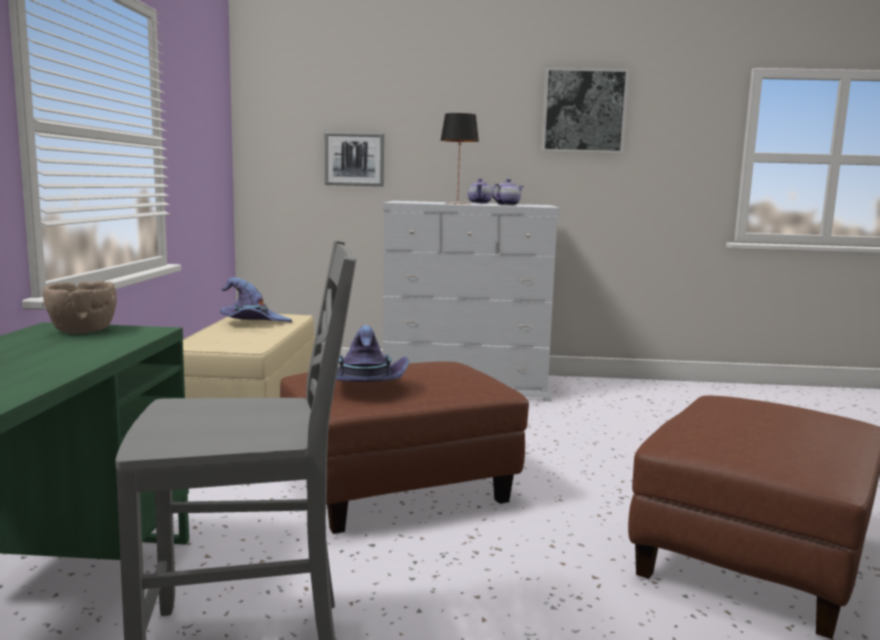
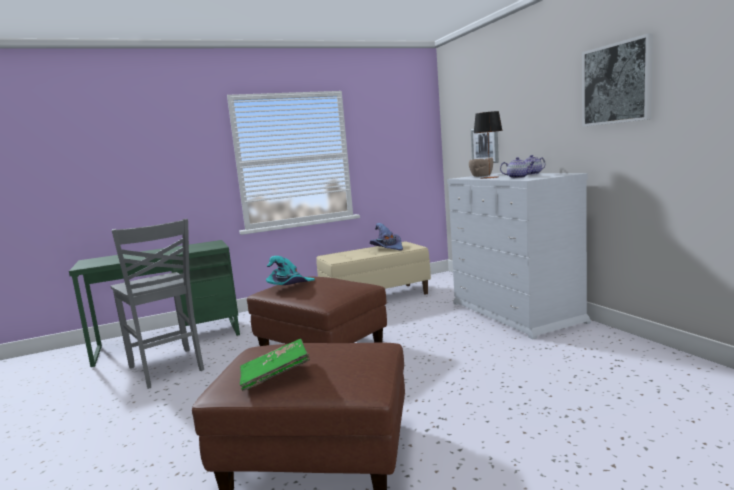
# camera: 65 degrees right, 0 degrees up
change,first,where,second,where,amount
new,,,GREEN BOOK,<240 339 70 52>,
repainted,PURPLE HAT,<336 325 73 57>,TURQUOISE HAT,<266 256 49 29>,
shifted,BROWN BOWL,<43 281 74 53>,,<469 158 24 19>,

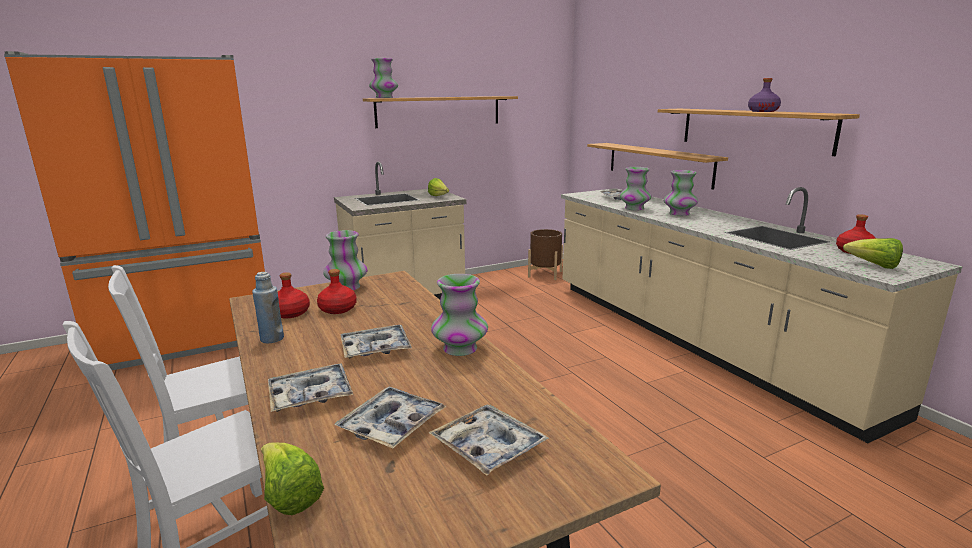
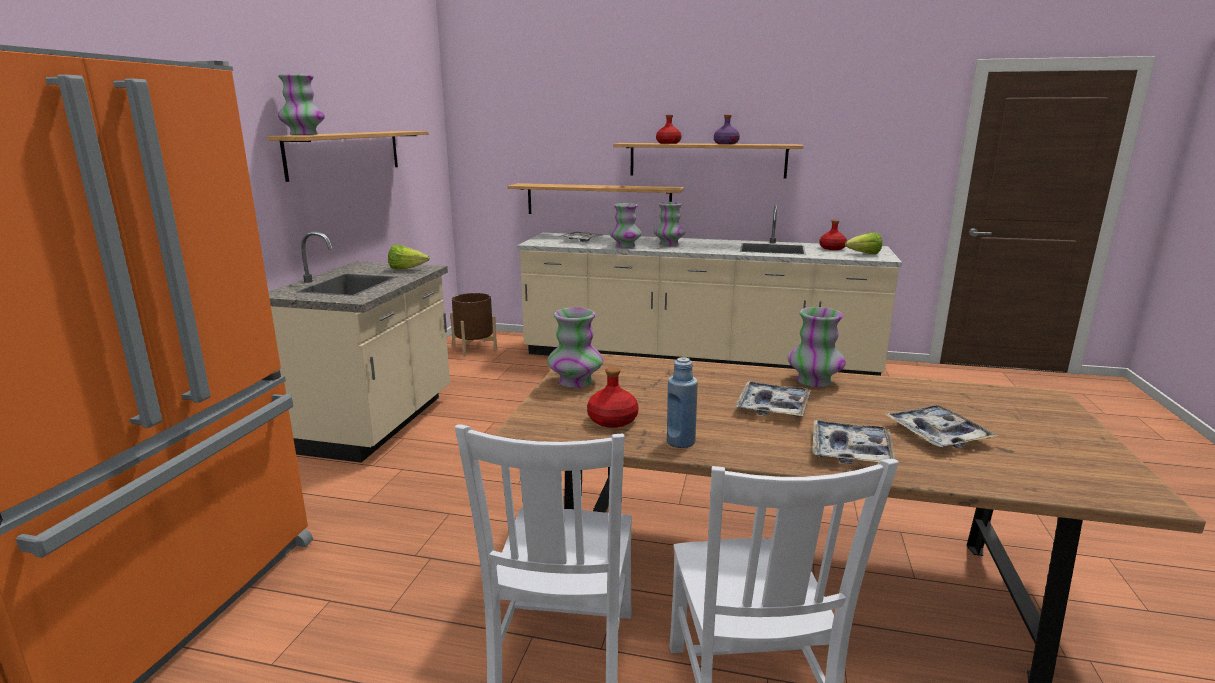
# camera: 50 degrees left, 0 degrees up
change,first,where,second,where,amount
shifted,RED BOTTLE,<317 269 40 45>,,<656 115 26 29>,
gone,LETTUCE,<261 442 63 73>,,,
gone,TRAY,<428 404 121 72>,,,

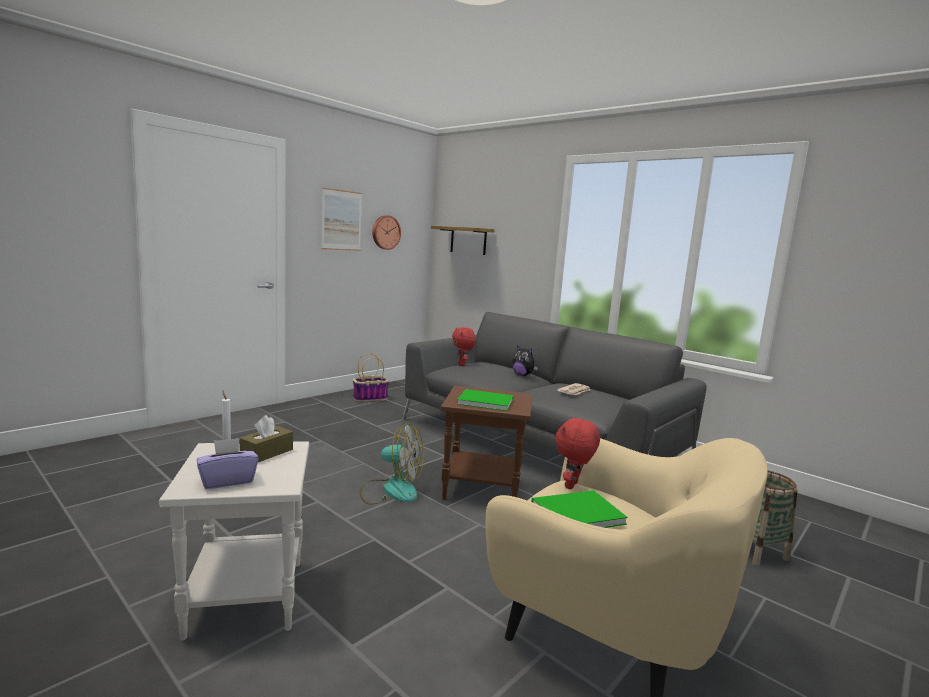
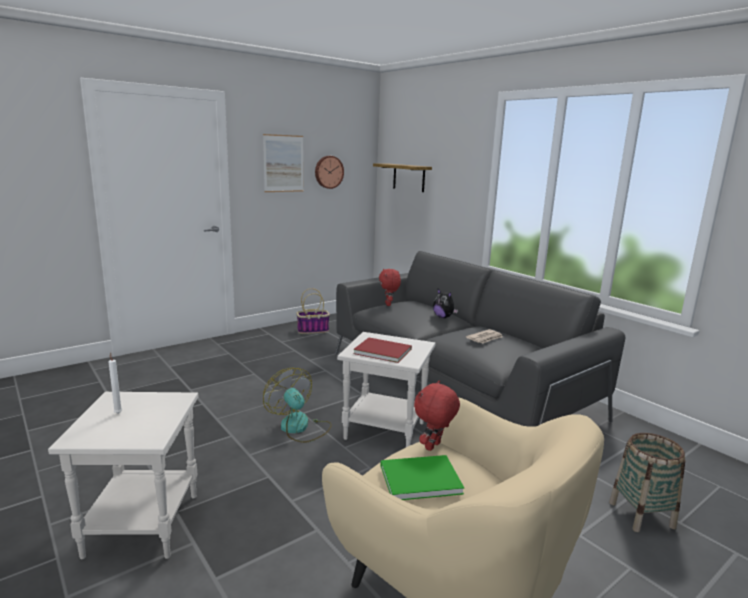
# camera: 10 degrees right, 5 degrees up
change,first,where,second,where,amount
rotated,FAN,<360 423 64 82>,,<263 368 69 75>,150 degrees counterclockwise
repainted,BROWN SIDE TABLE,<441 386 91 114>,WHITE SIDE TABLE,<337 332 99 115>,
repainted,GREEN BOOK,<457 389 56 22>,RED BOOK,<353 338 59 25>,
gone,PURPLE TISSUE BOX,<197 438 62 51>,,,
gone,BROWN TISSUE BOX,<239 415 54 47>,,,

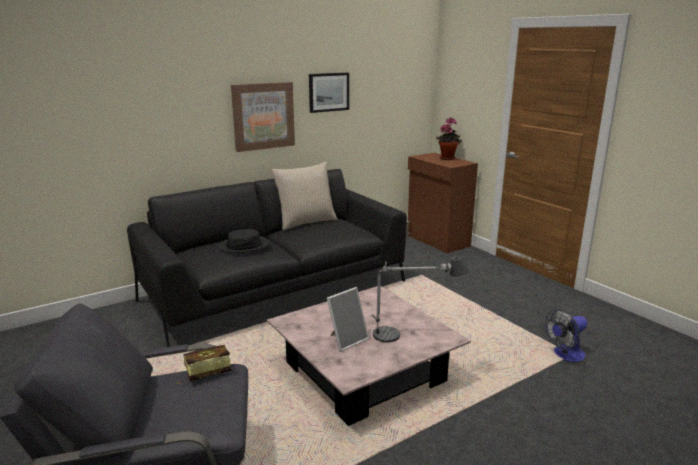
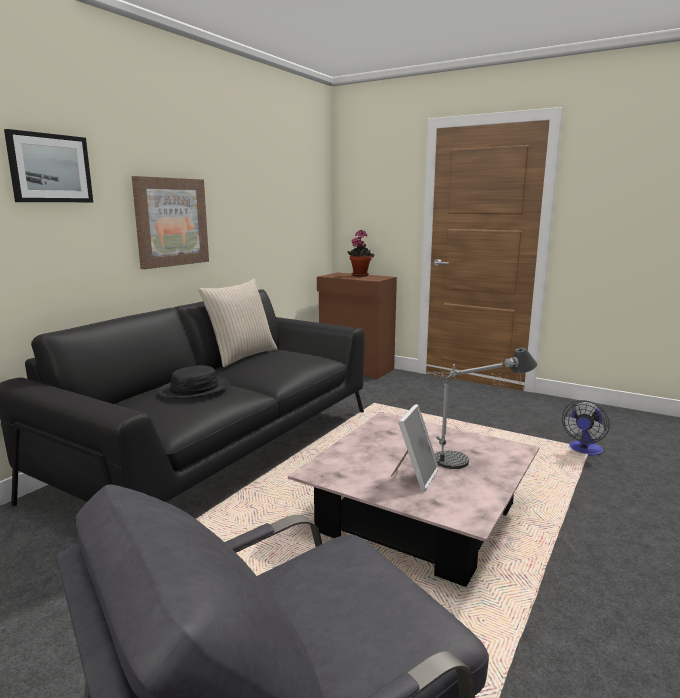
# camera: 25 degrees left, 5 degrees down
change,first,where,second,where,amount
shifted,PICTURE,<309 73 40 40>,,<4 129 89 73>,
gone,BOOK,<177 345 54 39>,,,

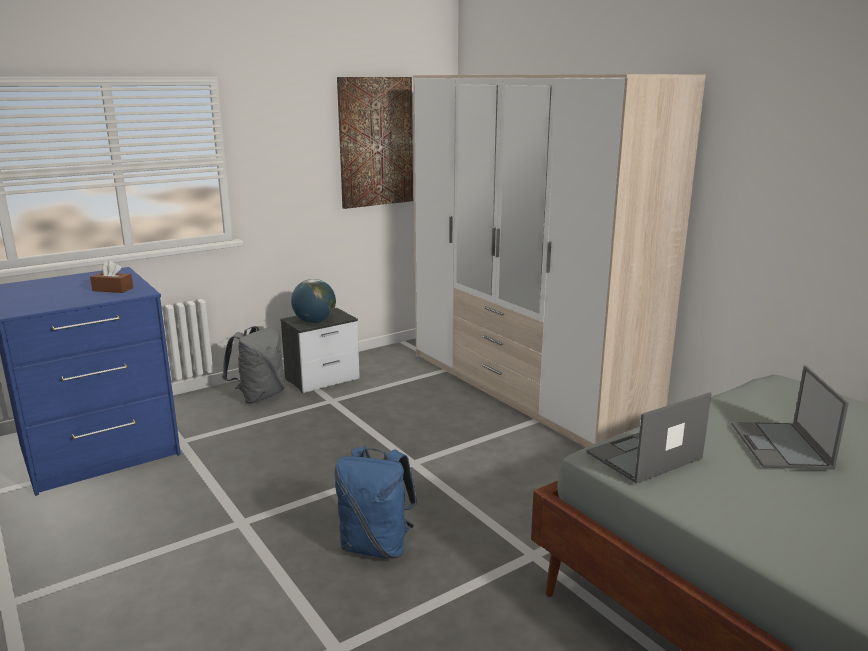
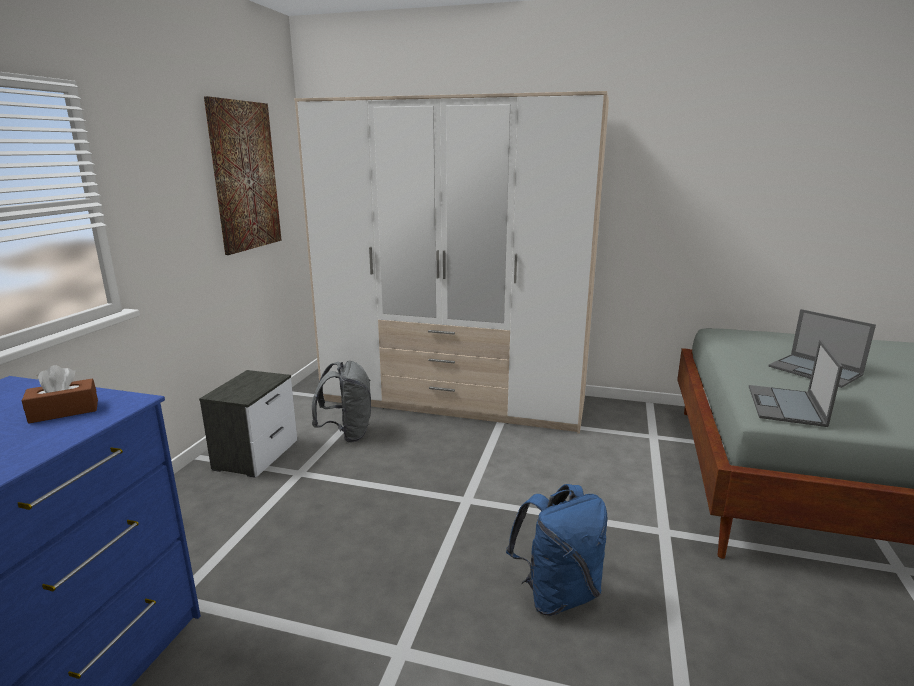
# camera: 40 degrees left, 0 degrees up
change,first,where,second,where,amount
shifted,GREY BACKPACK,<222 326 63 78>,,<312 361 59 81>,
gone,GLOBE,<291 279 45 44>,,,

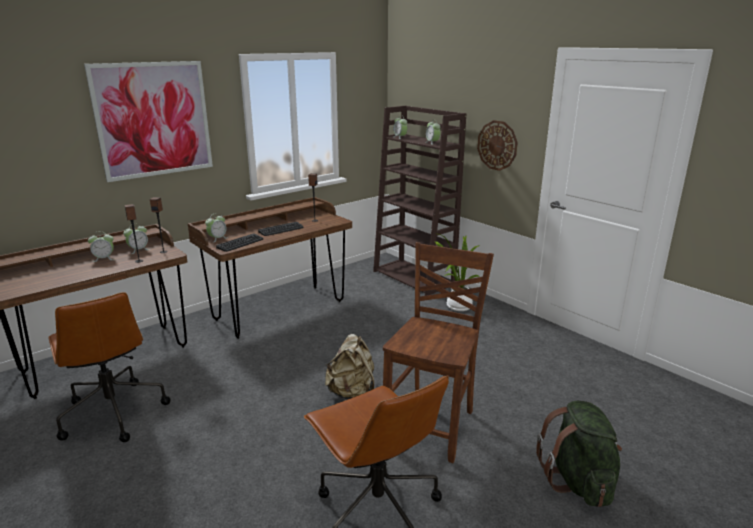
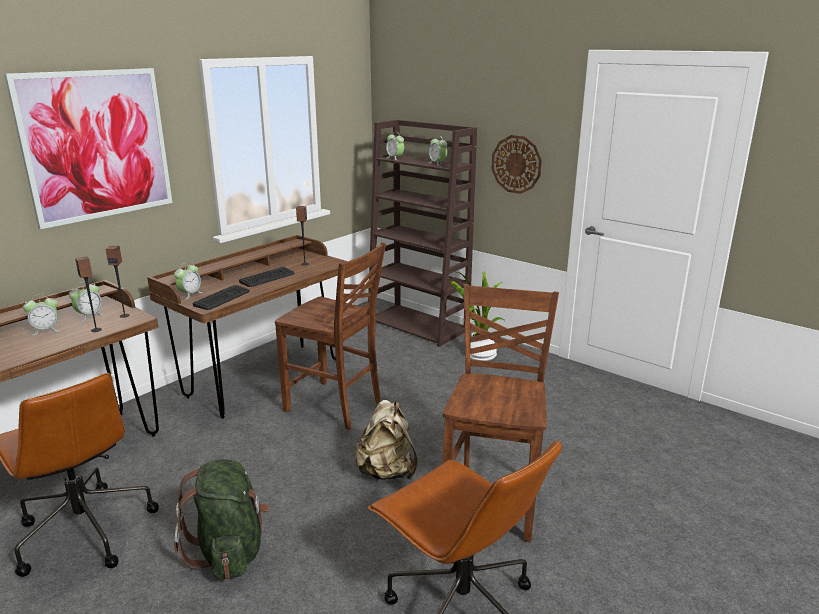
# camera: 10 degrees left, 0 degrees up
change,first,where,second,where,amount
shifted,GREEN BACKPACK,<536 401 86 106>,,<174 459 95 121>,
new,,,BROWN CHAIR,<275 242 111 188>,

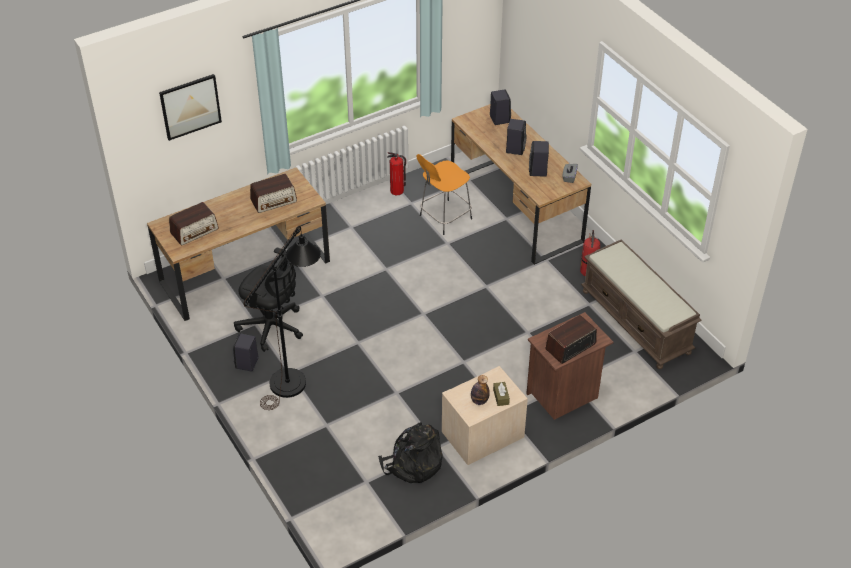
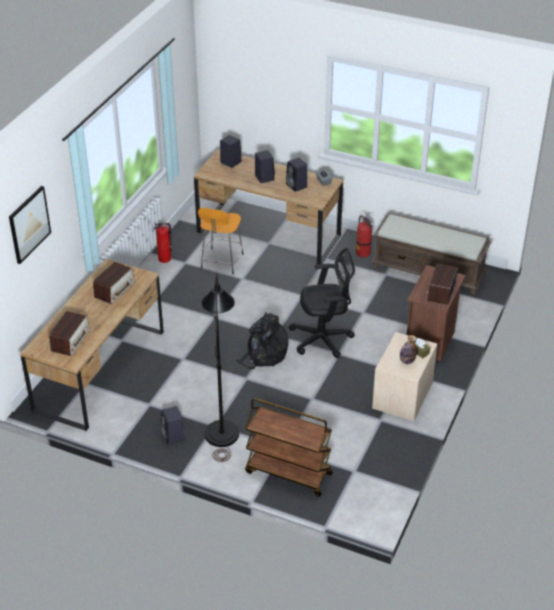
# camera: 35 degrees left, 5 degrees down
change,first,where,second,where,amount
shifted,BLACK BACKPACK,<378 422 65 61>,,<236 312 52 57>,
new,,,BROWN CART,<245 398 88 99>,
shifted,BLACK OFFICE CHAIR,<234 247 69 105>,,<289 248 66 110>,

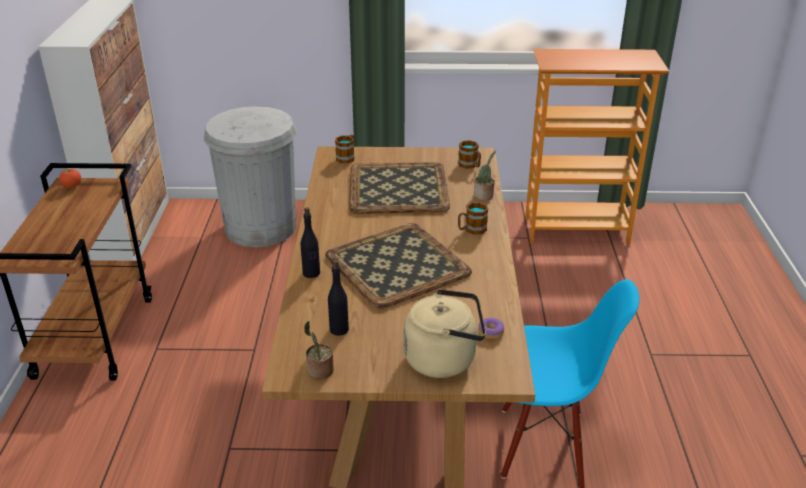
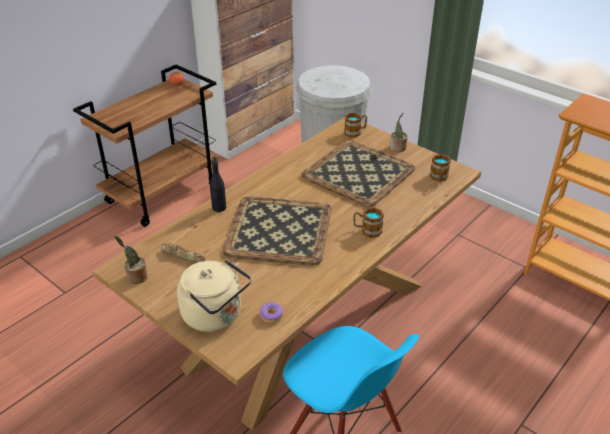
# camera: 40 degrees right, 5 degrees up
change,first,where,second,where,amount
swapped,BLACK BOTTLE,<328 260 21 76>,BREAD,<161 243 45 20>,
shifted,POTTED PLANT,<474 151 22 49>,,<390 113 18 39>,

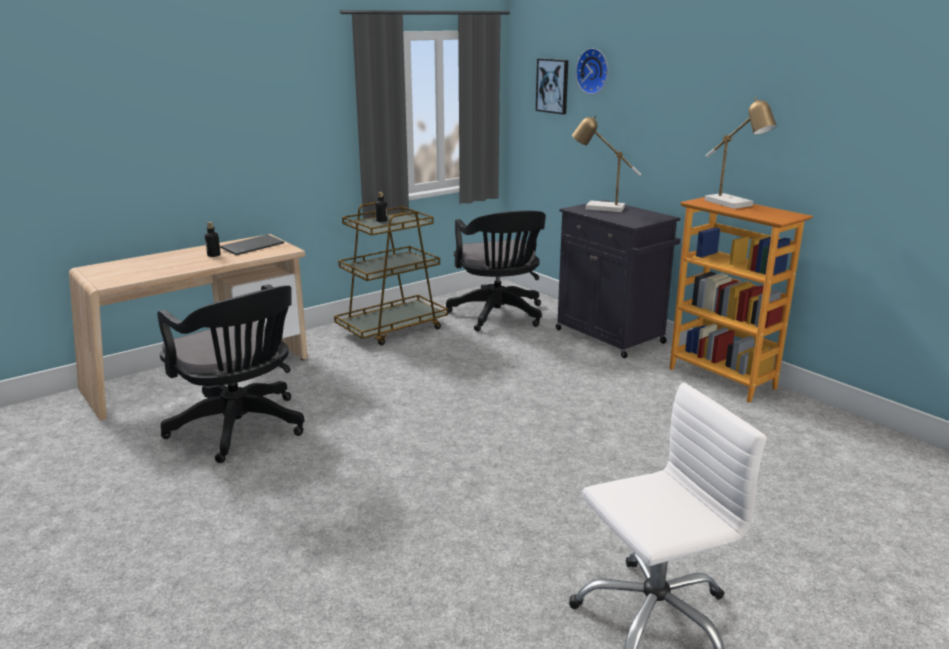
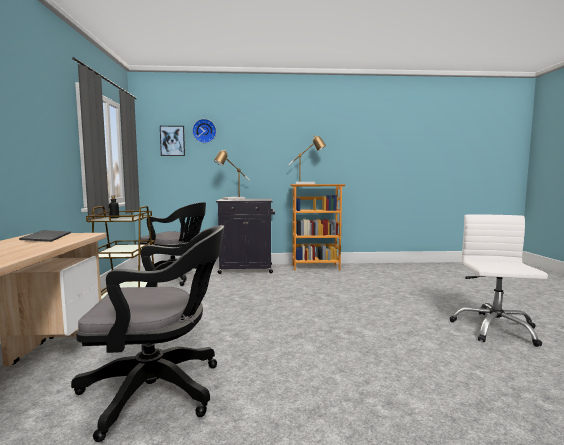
# camera: 55 degrees left, 15 degrees down
change,first,where,second,where,amount
gone,BOTTLE,<205 222 16 35>,,,

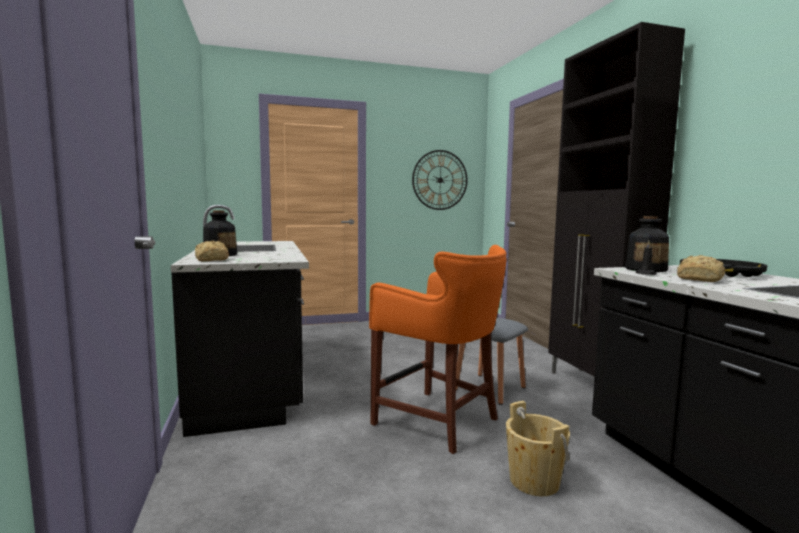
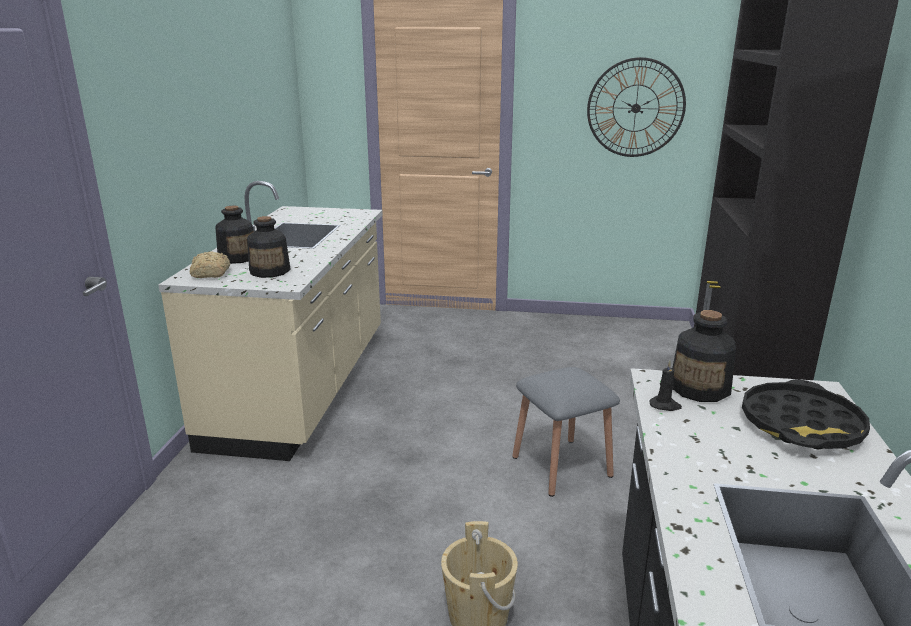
# camera: 25 degrees right, 15 degrees up
change,first,where,second,where,amount
repainted,BLACK COUNTER,<171 205 138 232>,BEIGE COUNTER,<158 181 225 280>,
new,,,BOTTLE,<247 216 44 62>,
gone,ORANGE STOOL,<369 245 138 209>,,,
gone,BREAD,<677 255 48 27>,,,

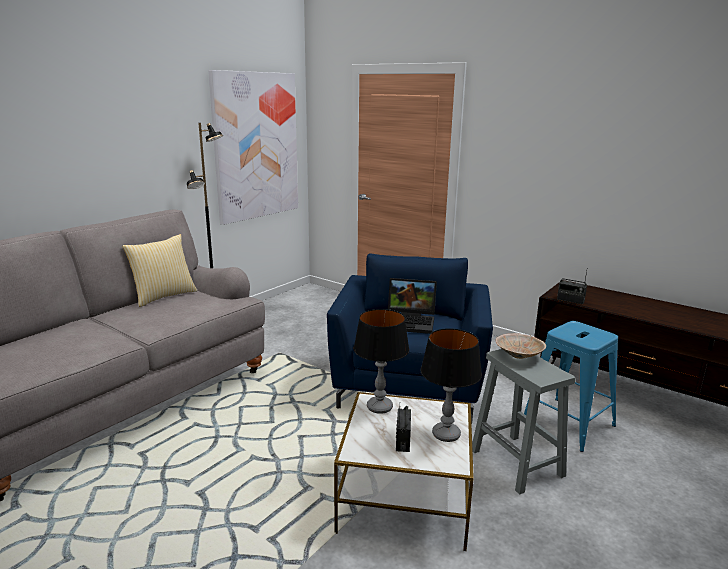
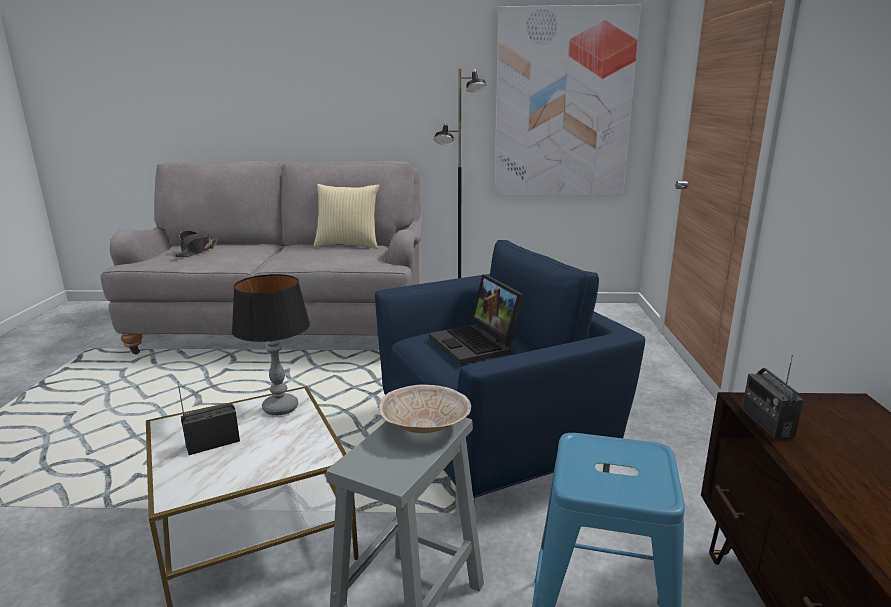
# camera: 55 degrees right, 0 degrees up
change,first,where,second,where,amount
new,,,BLACK HAT,<172 230 46 27>,
gone,TABLE LAMP,<421 328 61 114>,,,

